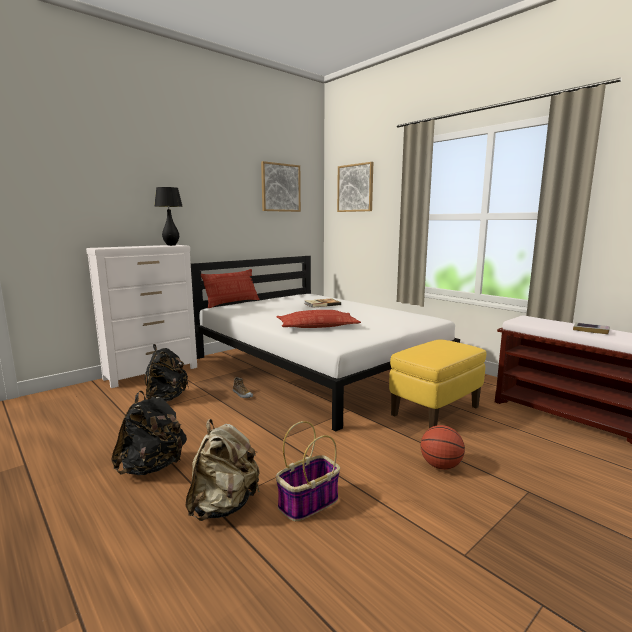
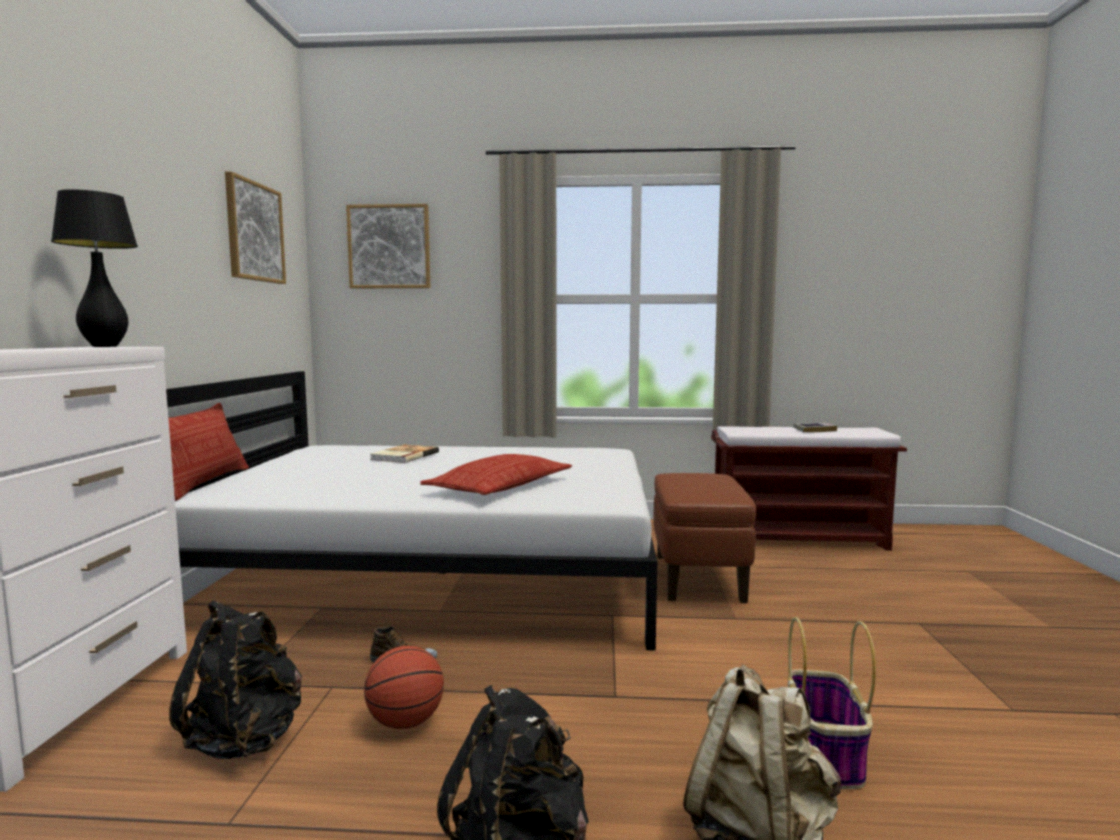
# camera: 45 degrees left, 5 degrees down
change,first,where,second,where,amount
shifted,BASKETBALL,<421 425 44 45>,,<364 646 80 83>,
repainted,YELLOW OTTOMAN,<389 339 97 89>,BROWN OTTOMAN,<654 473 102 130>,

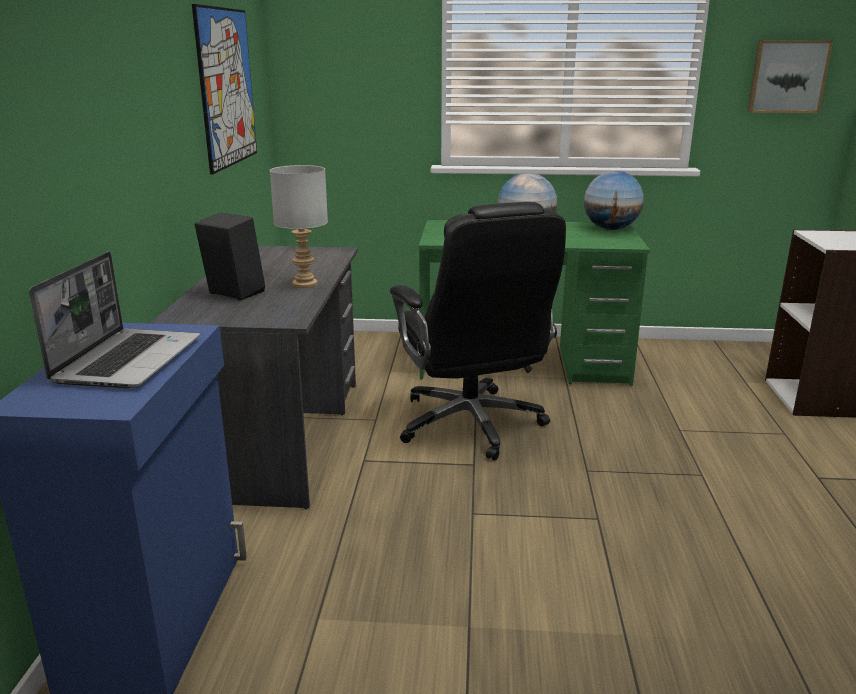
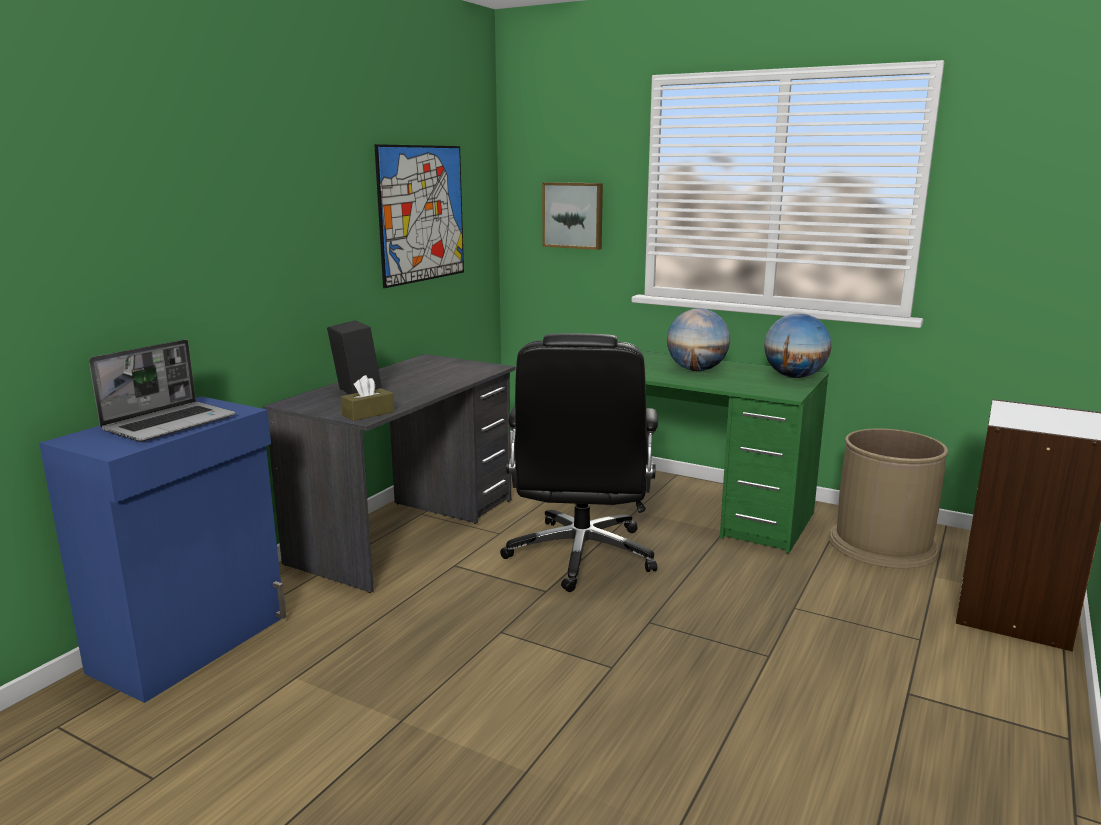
# camera: 25 degrees right, 5 degrees down
change,first,where,second,where,amount
new,,,BROWN TISSUE BOX,<341 375 53 46>,
shifted,PICTURE,<747 40 86 73>,,<542 182 61 68>,
new,,,BROWN TRASH CAN,<828 428 120 141>,
gone,GREY TABLE LAMP,<270 165 58 123>,,,

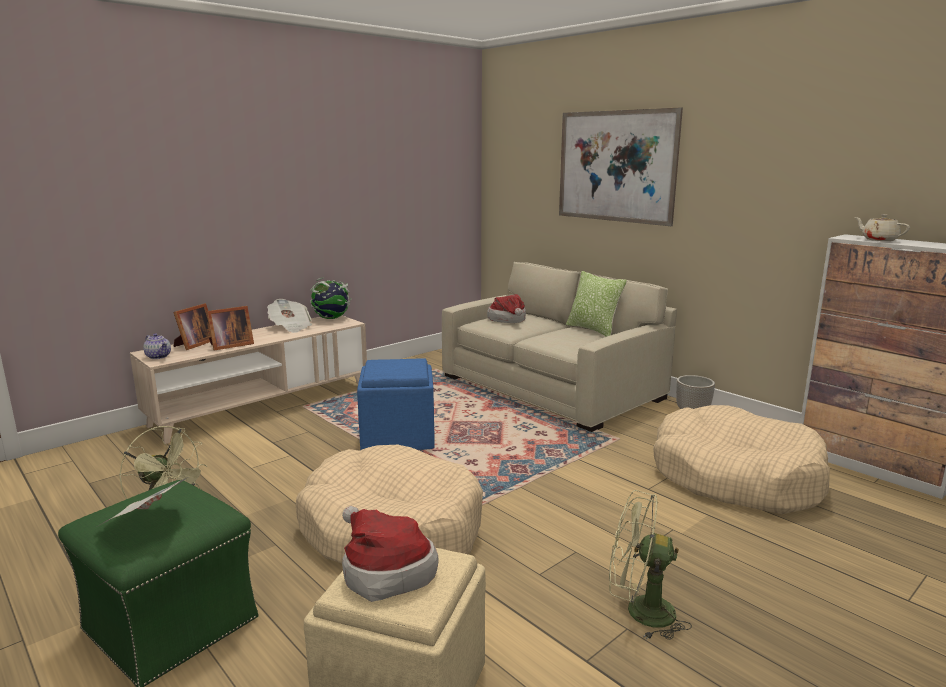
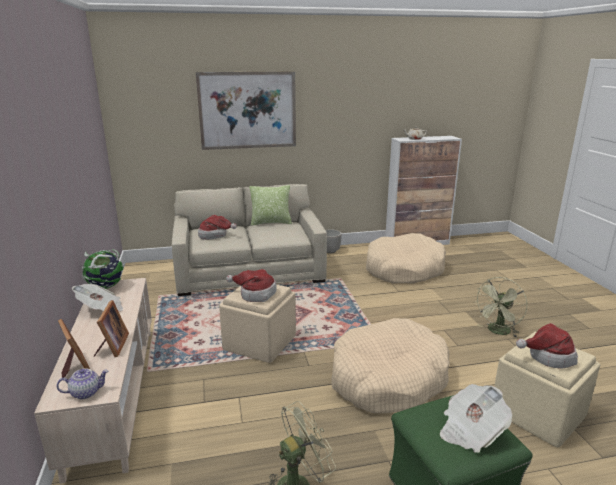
# camera: 60 degrees left, 5 degrees up
change,first,where,second,where,amount
repainted,BLUE OTTOMAN,<357 358 78 92>,BEIGE OTTOMAN,<219 285 77 78>,
new,,,HAT,<226 269 51 33>,

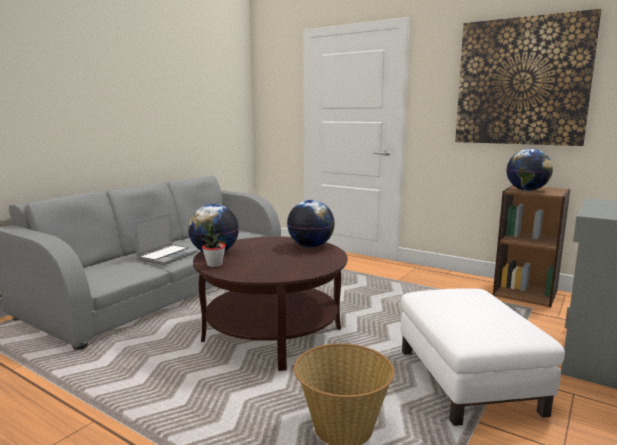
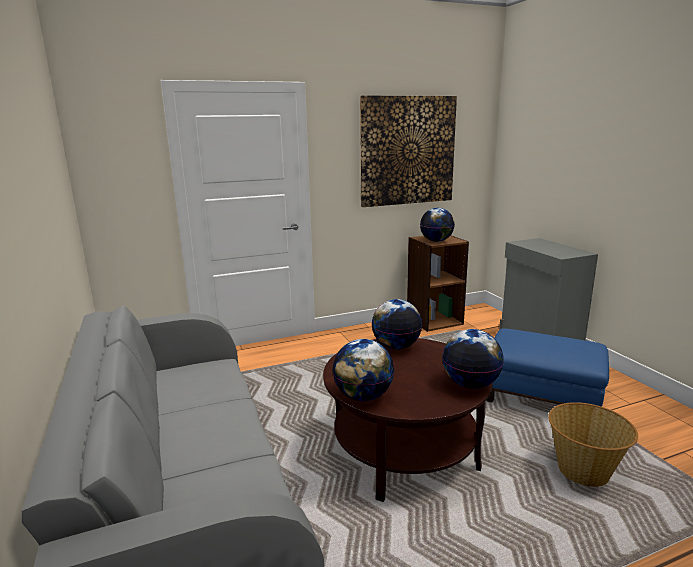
# camera: 55 degrees left, 5 degrees up
change,first,where,second,where,amount
new,,,GLOBE,<442 329 62 60>,
repainted,WHITE OTTOMAN,<401 288 164 138>,BLUE OTTOMAN,<486 328 123 79>,
gone,LAPTOP,<134 213 64 52>,,,
gone,POTTED PLANT,<201 222 25 45>,,,

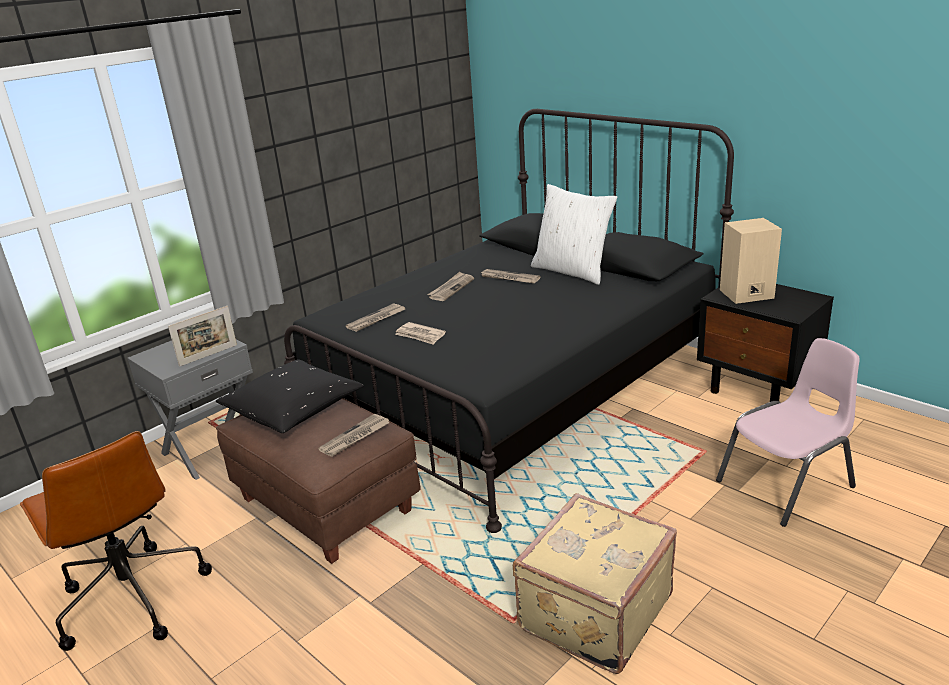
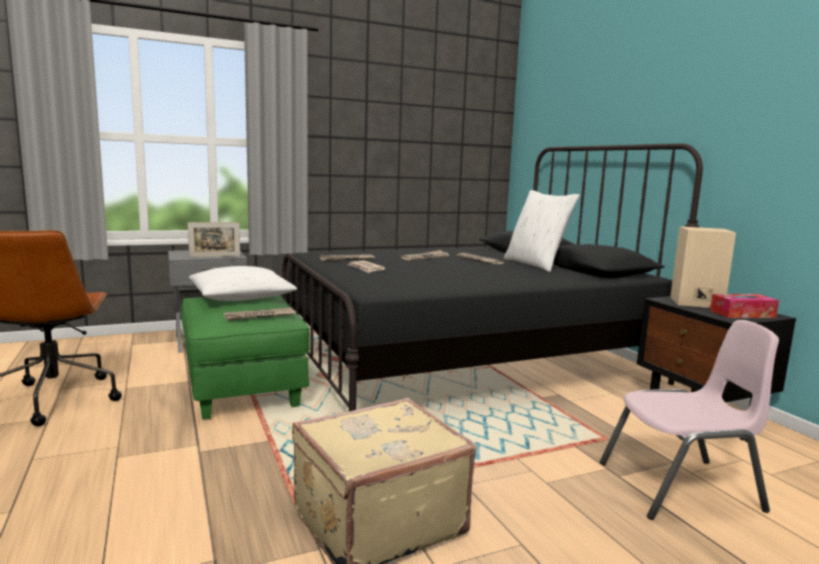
# camera: 20 degrees right, 15 degrees down
change,first,where,second,where,amount
repainted,BROWN OTTOMAN,<216 398 205 166>,GREEN OTTOMAN,<181 295 129 125>,
repainted,BLACK PILLOW,<216 359 148 74>,WHITE PILLOW,<189 266 108 35>,
new,,,TISSUE BOX,<710 294 69 24>,

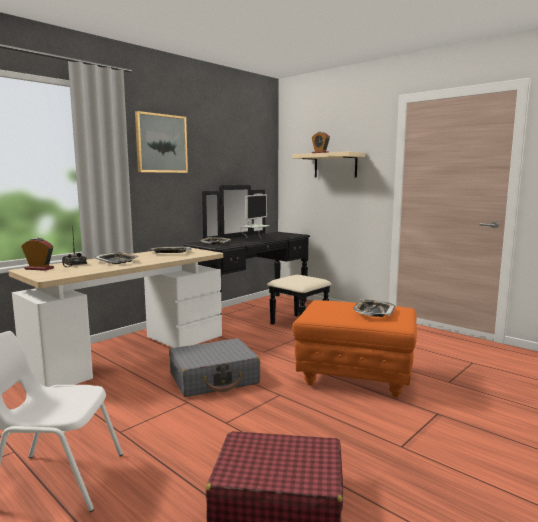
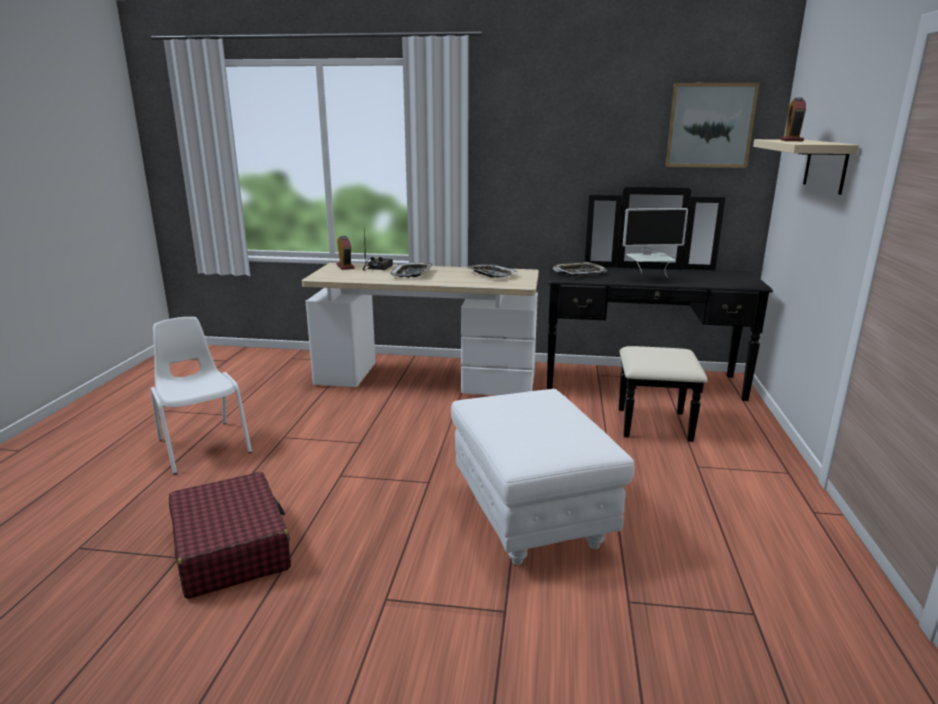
# camera: 55 degrees right, 10 degrees up
change,first,where,second,where,amount
repainted,ORANGE OTTOMAN,<292 300 125 97>,WHITE OTTOMAN,<451 389 184 176>,
shifted,PICTURE,<135 111 53 62>,,<665 83 94 85>,
gone,GREY SUITCASE,<169 338 91 59>,,,
gone,TRAY,<353 299 42 18>,,,

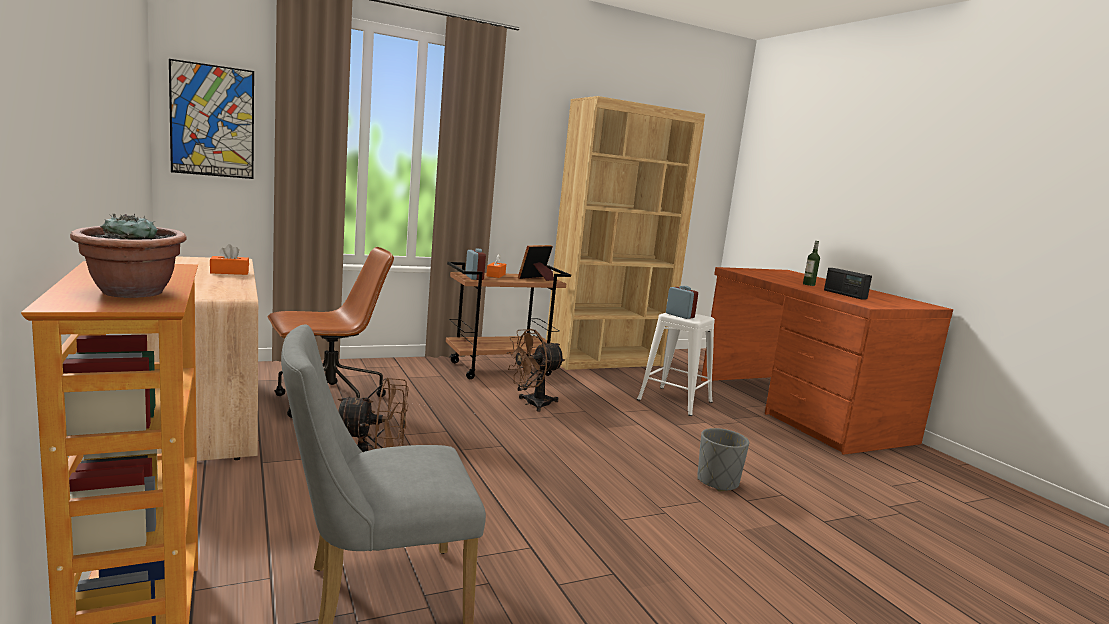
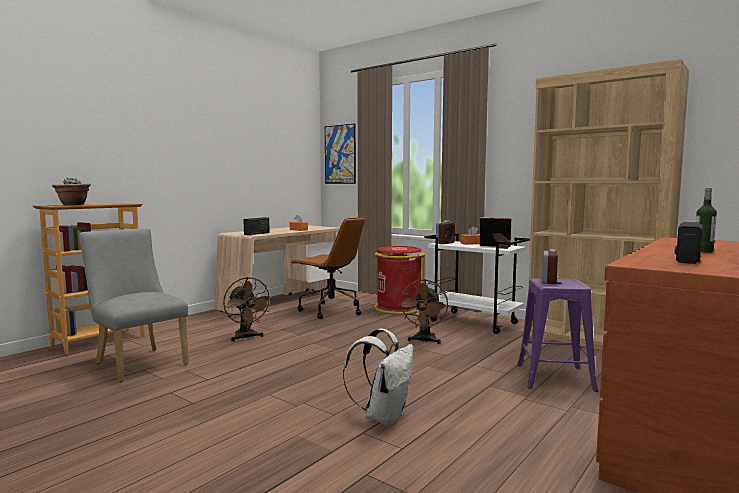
# camera: 65 degrees right, 5 degrees down
change,first,where,second,where,amount
new,,,RADIO,<244 217 26 18>,
swapped,GREY PLANTER,<697 428 52 63>,WHITE BACKPACK,<343 328 70 98>,
new,,,RED TRASH CAN,<374 246 51 68>,
rotated,BROWN FAN,<507 329 58 83>,,<398 279 50 65>,105 degrees counterclockwise
repainted,BROWN CART,<446 262 125 117>,WHITE CART,<425 234 105 100>,
repainted,WHITE STOOL,<637 313 78 103>,PURPLE STOOL,<517 278 81 114>,

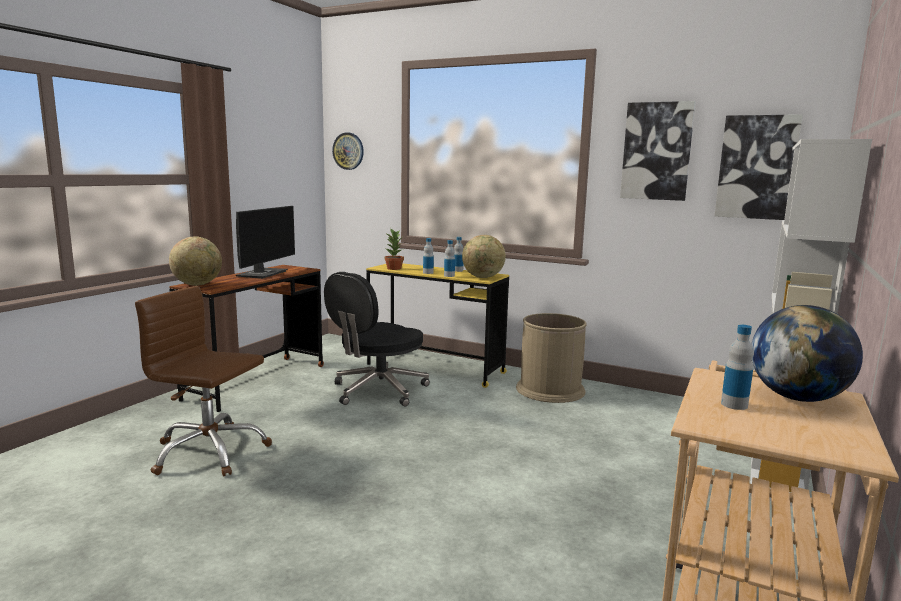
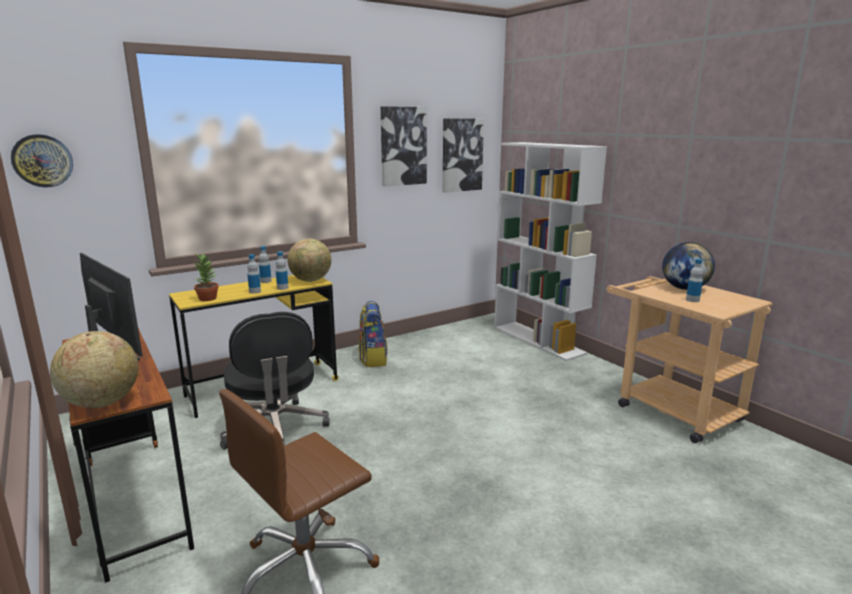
# camera: 60 degrees left, 5 degrees up
change,first,where,second,where,amount
swapped,BROWN TRASH CAN,<516 313 71 90>,BACKPACK,<359 301 29 66>,

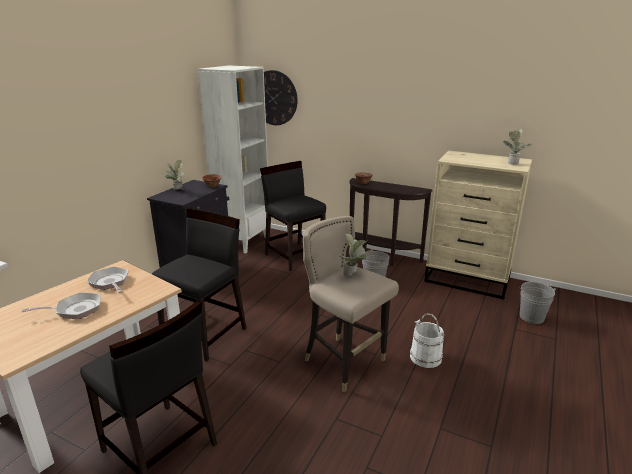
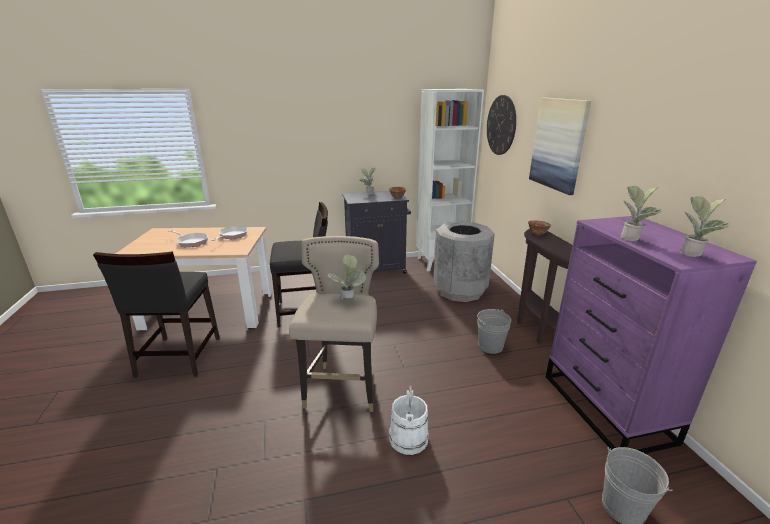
# camera: 50 degrees right, 0 degrees up
change,first,where,second,where,amount
swapped,BLACK CHAIR,<260 161 66 111>,GREY TRASH CAN,<433 221 62 81>,
new,,,PICTURE,<529 98 62 97>,
repainted,BEIGE DRESSER,<424 151 108 149>,PURPLE DRESSER,<546 216 211 238>,
new,,,POTTED PLANT,<620 186 41 55>,

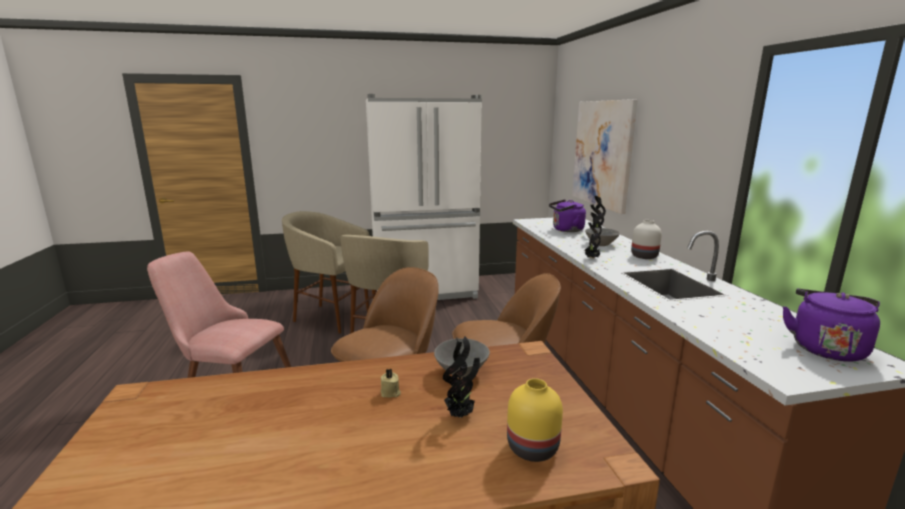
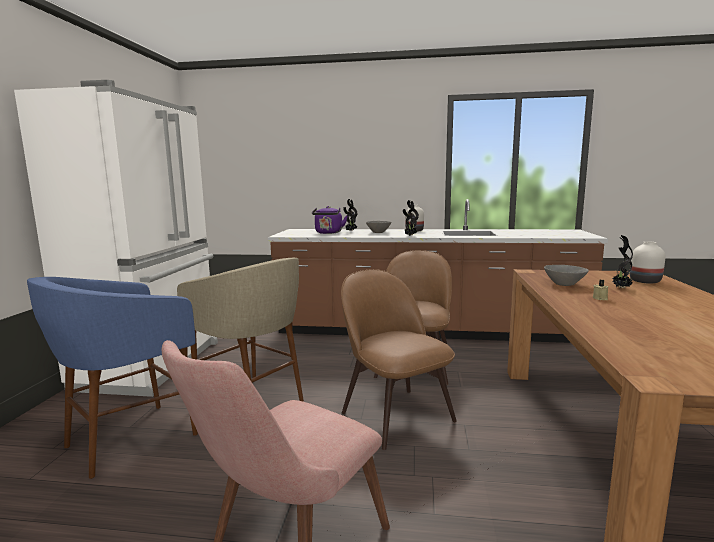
# camera: 70 degrees left, 5 degrees down
change,first,where,second,where,amount
repainted,BEIGE STOOL,<282 211 87 123>,BLUE STOOL,<27 277 171 202>,
repainted,YELLOW VASE,<507 378 56 84>,WHITE VASE,<630 241 36 43>,
gone,PICTURE,<572 99 66 115>,,,
gone,PURPLE KETTLE,<782 289 98 73>,,,

